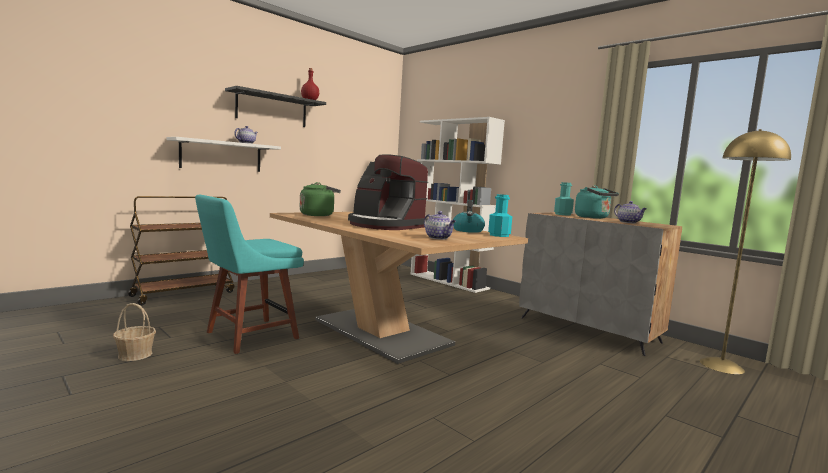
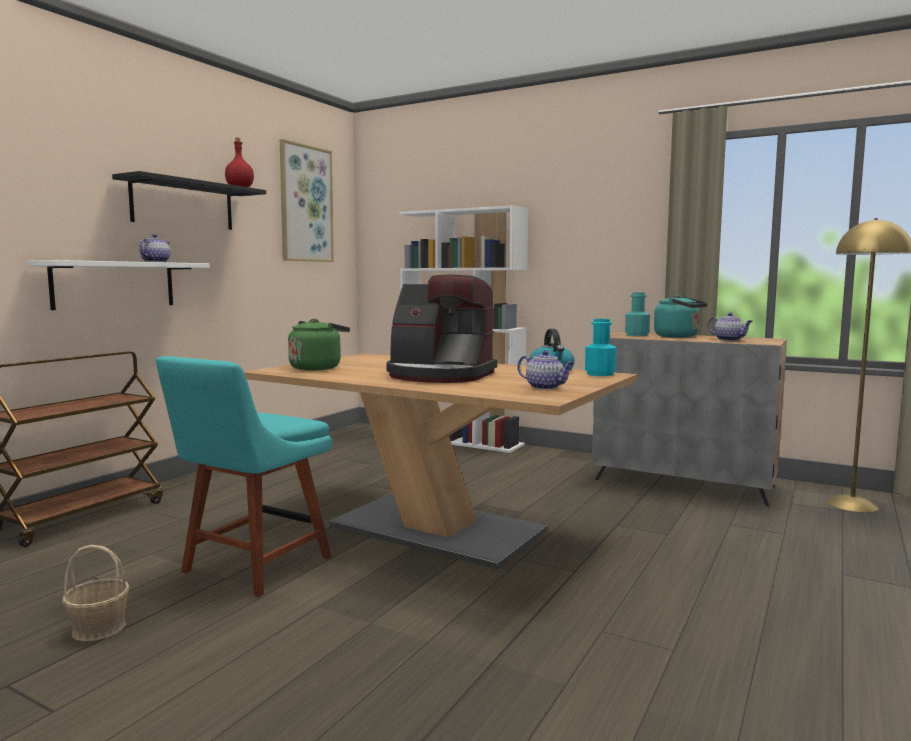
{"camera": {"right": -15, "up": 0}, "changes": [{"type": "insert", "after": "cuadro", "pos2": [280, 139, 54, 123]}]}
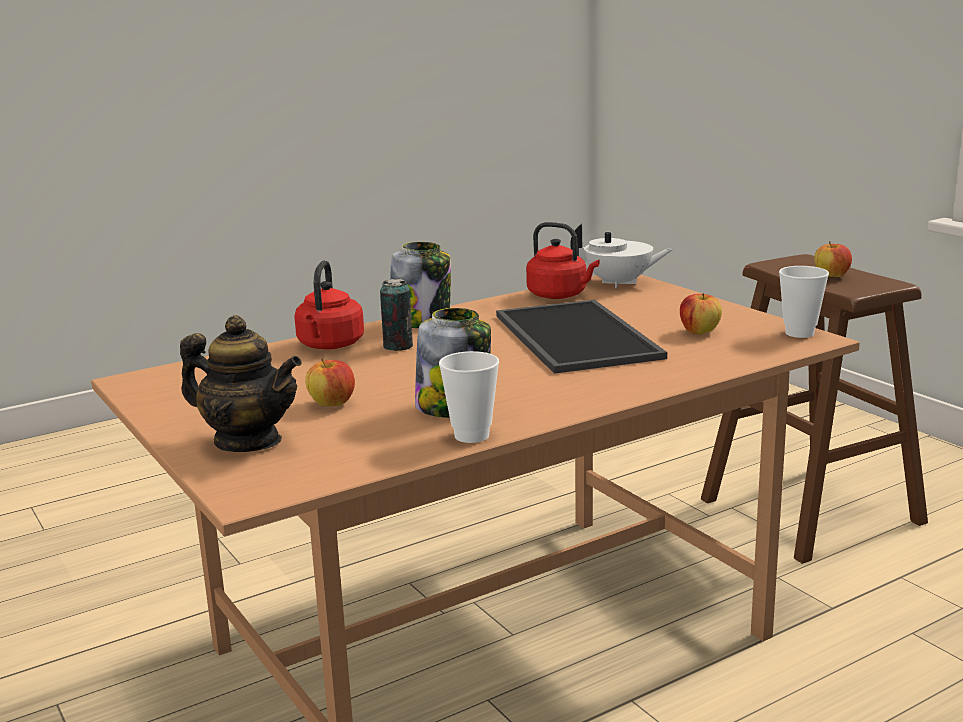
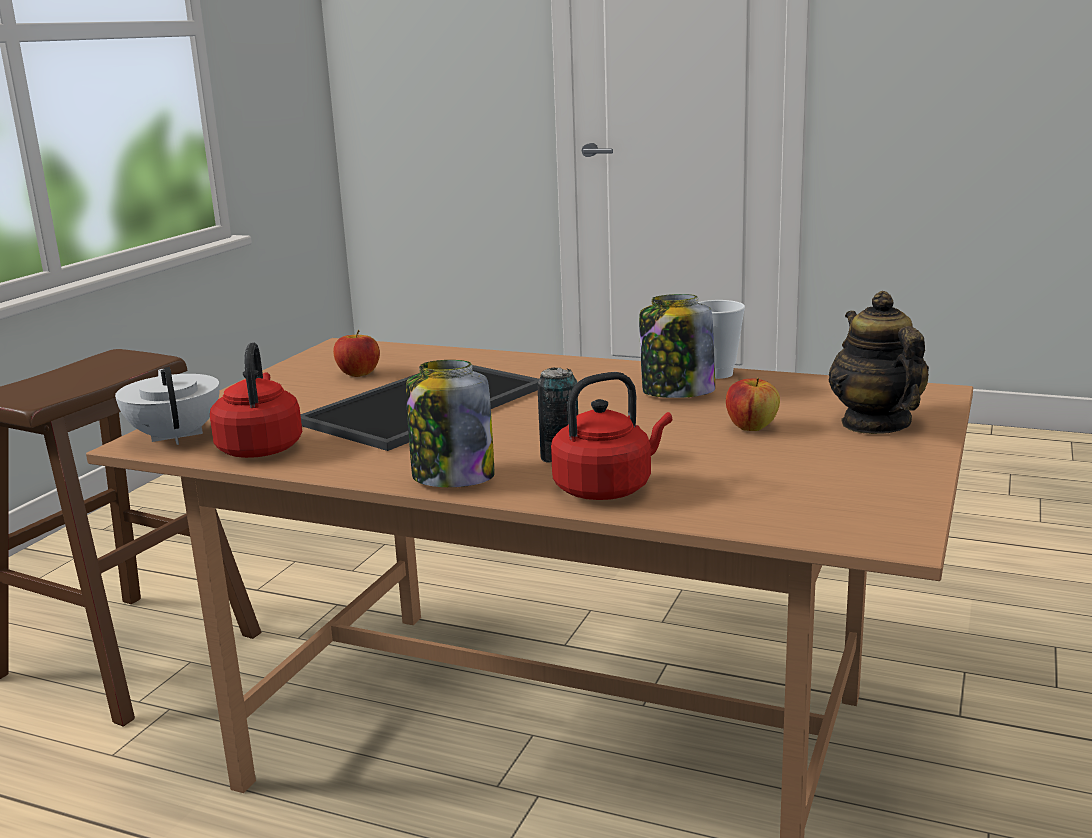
{"camera": {"right": -125, "up": 0}, "changes": [{"type": "delete", "before": "taza", "pos1": [779, 266, 50, 72]}, {"type": "delete", "before": "manzana", "pos1": [814, 241, 38, 36]}]}
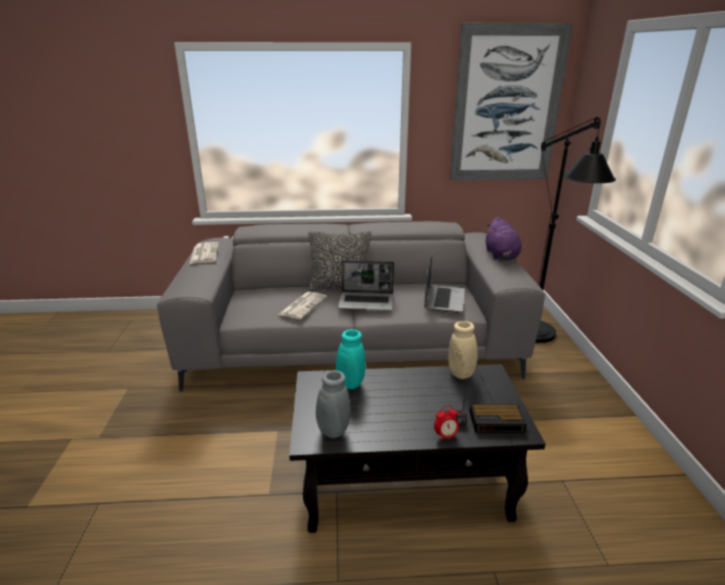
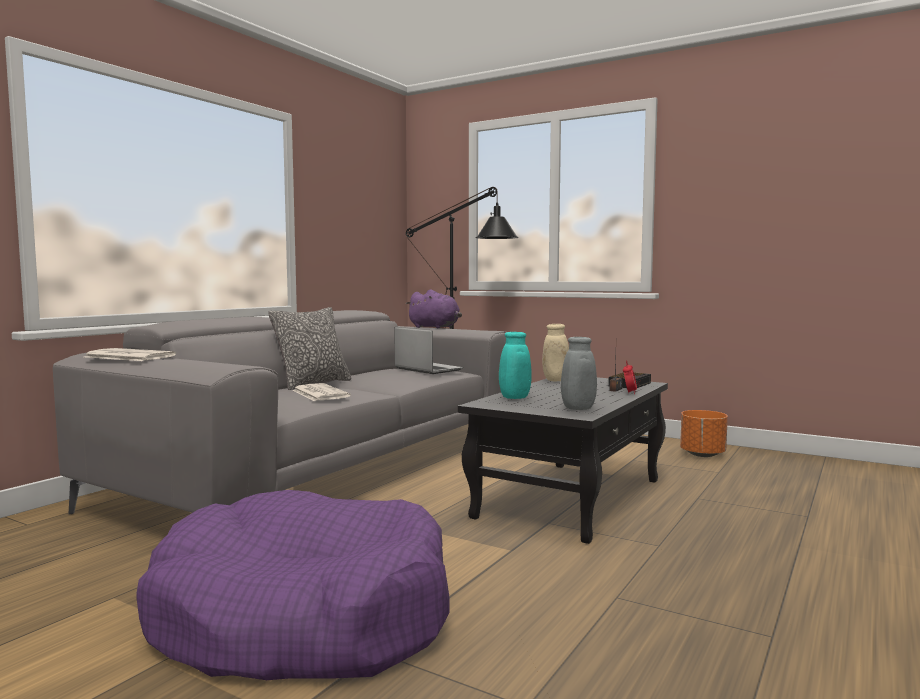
{"camera": {"right": -55, "up": -20}, "changes": [{"type": "delete", "before": "portátil", "pos1": [338, 260, 56, 50]}, {"type": "delete", "before": "cuadro", "pos1": [450, 23, 123, 157]}, {"type": "insert", "after": "cama para perro/morado", "pos2": [136, 490, 313, 190]}, {"type": "insert", "after": "maceta/naranja", "pos2": [680, 410, 48, 47]}]}
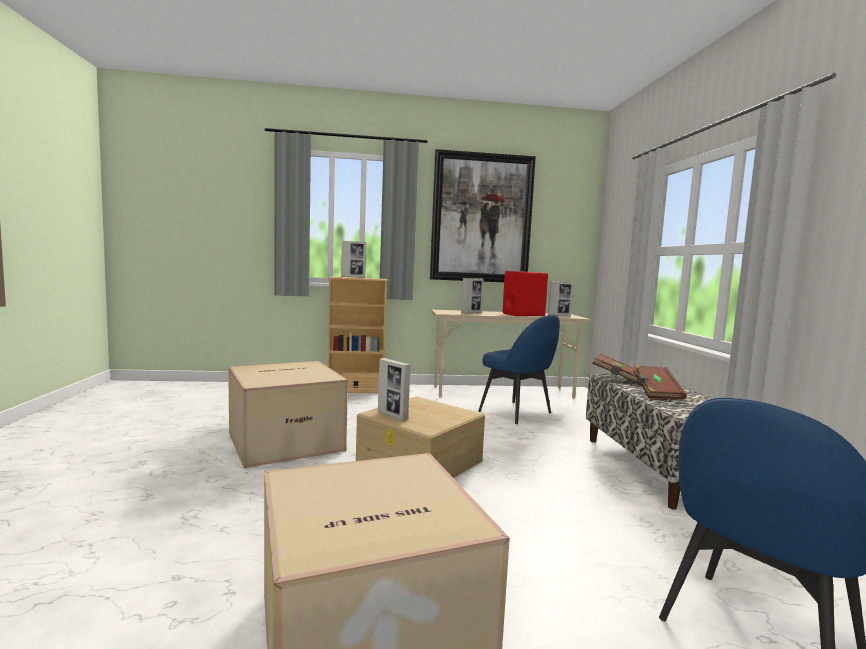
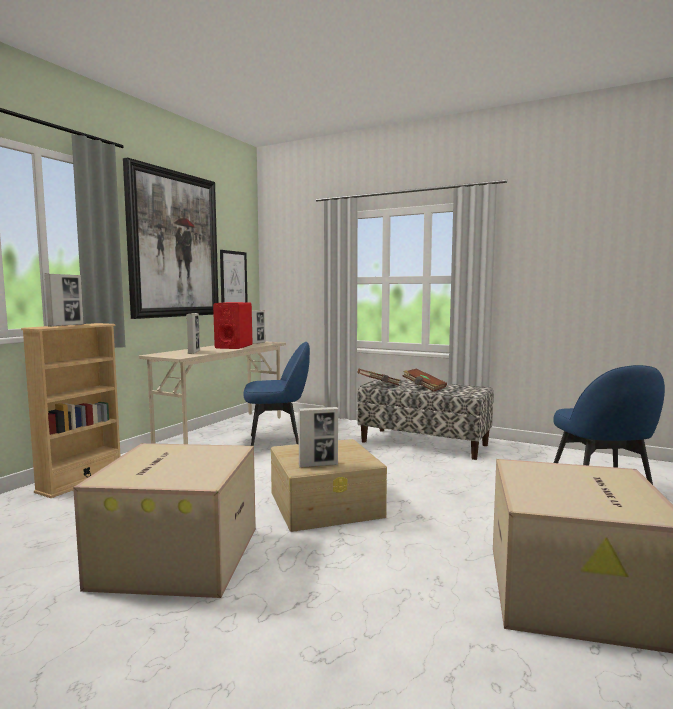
{"camera": {"right": -55, "up": 0}, "changes": [{"type": "insert", "after": "cuadro", "pos2": [220, 250, 28, 53]}]}
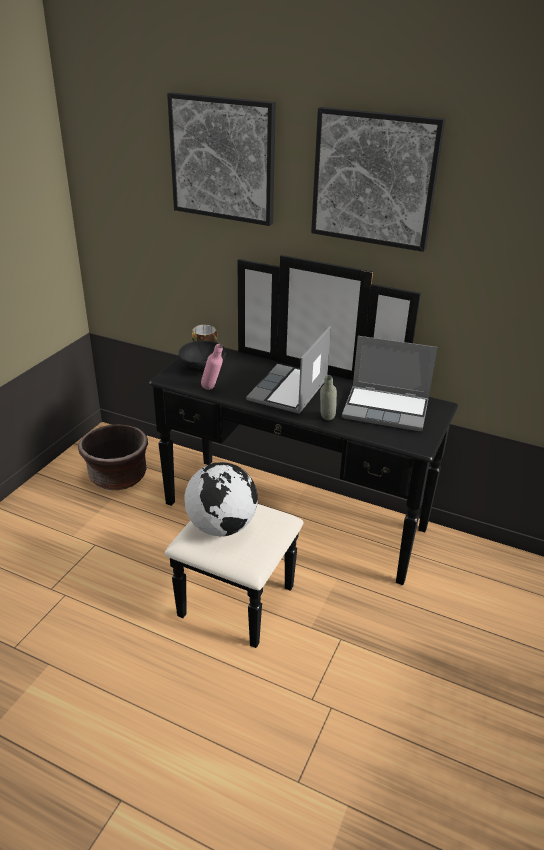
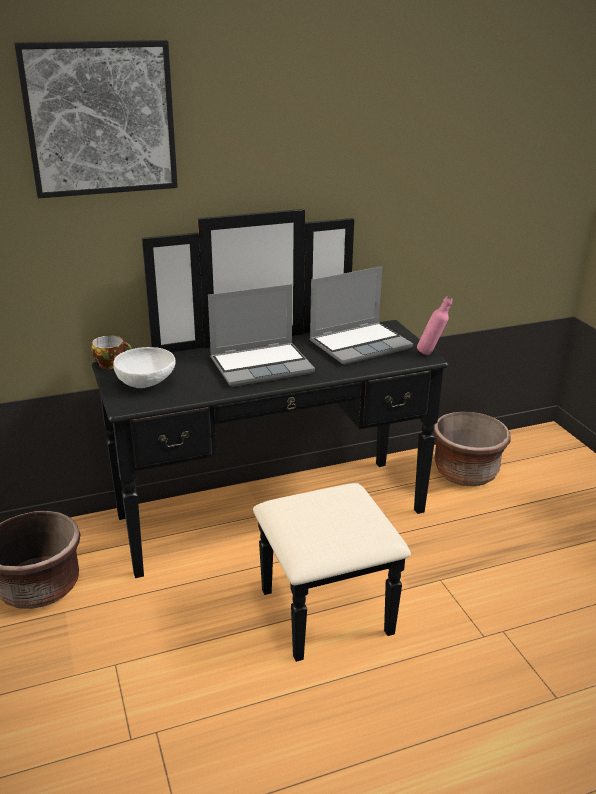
{"camera": {"right": -45, "up": -5}, "changes": [{"type": "delete", "before": "globo terráqueo", "pos1": [184, 462, 74, 74]}, {"type": "delete", "before": "cuadro", "pos1": [311, 107, 134, 145]}, {"type": "delete", "before": "botella/gris", "pos1": [320, 375, 17, 45]}, {"type": "insert", "after": "maceta/marrón", "pos2": [434, 412, 76, 74]}, {"type": "move", "before": "botella/rosa", "pos1": [201, 344, 22, 46], "pos2": [417, 296, 36, 59]}, {"type": "recolor", "before": "cuenco/negro", "after": "cuenco/blanco", "pos1": [179, 341, 47, 31], "pos2": [113, 347, 63, 41]}, {"type": "rotate", "before": "portátil", "pos1": [246, 326, 85, 88], "pos2": [208, 284, 107, 103], "turn": -90}]}
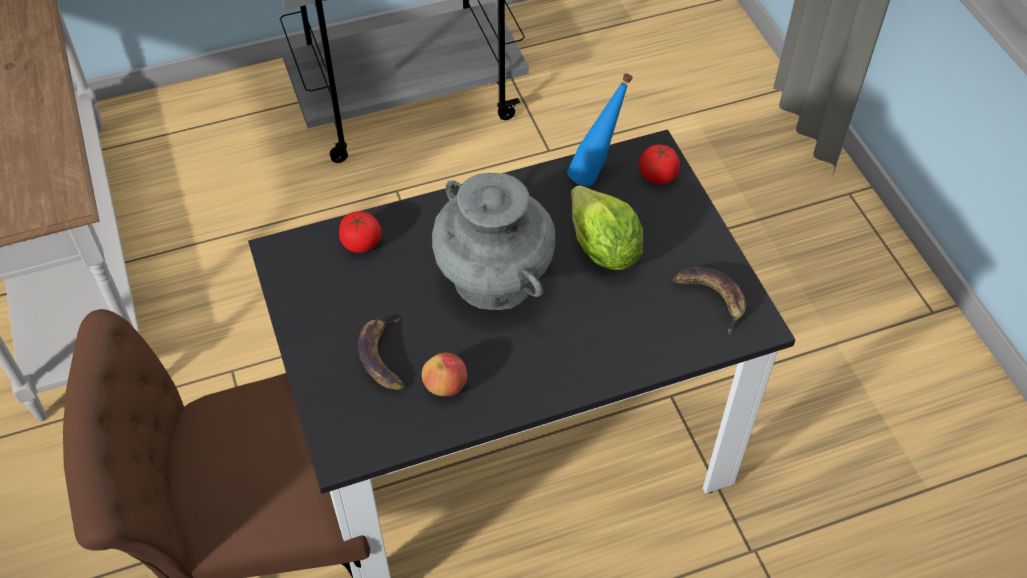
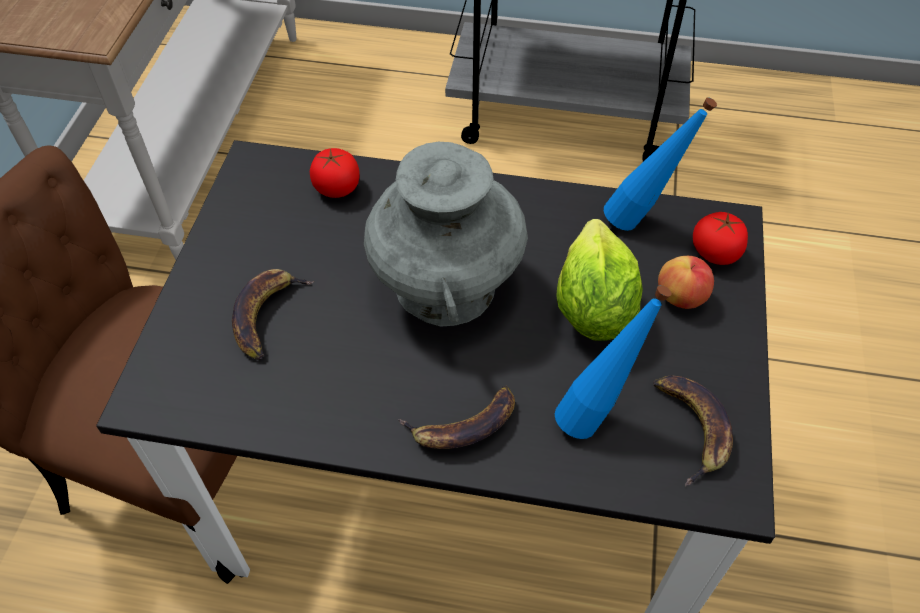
{"camera": {"right": 30, "up": 0}, "changes": [{"type": "insert", "after": "plátano", "pos2": [398, 386, 117, 63]}, {"type": "insert", "after": "botella/azul", "pos2": [555, 285, 117, 154]}, {"type": "move", "before": "manzana", "pos1": [422, 353, 45, 43], "pos2": [658, 256, 56, 53]}]}
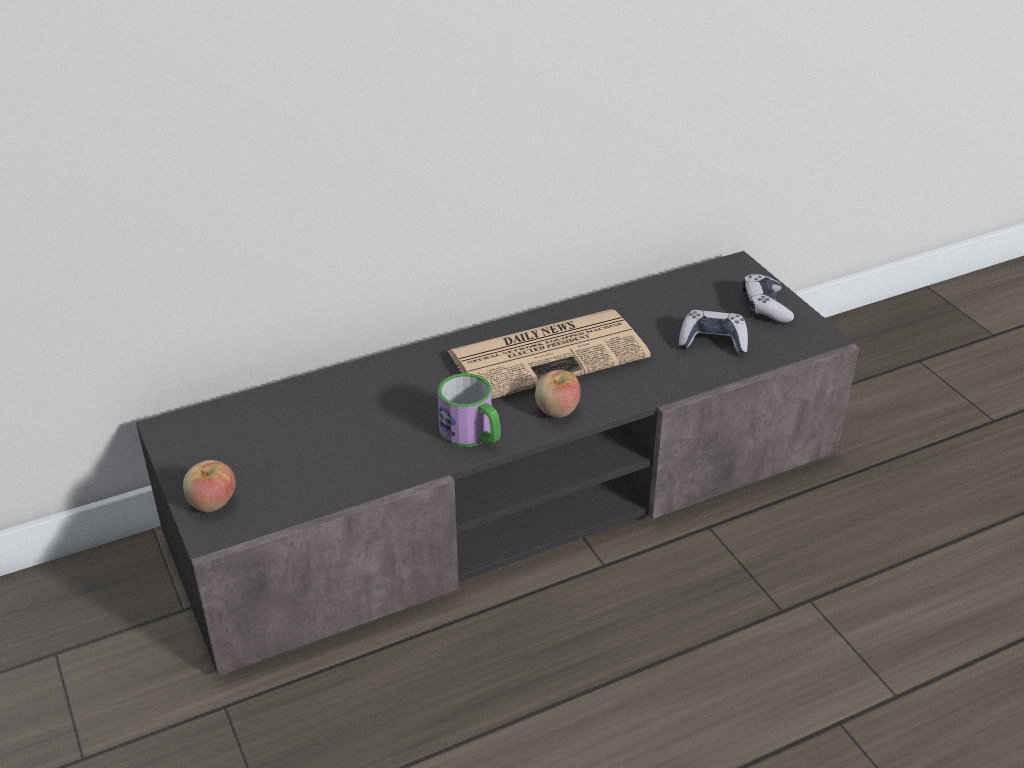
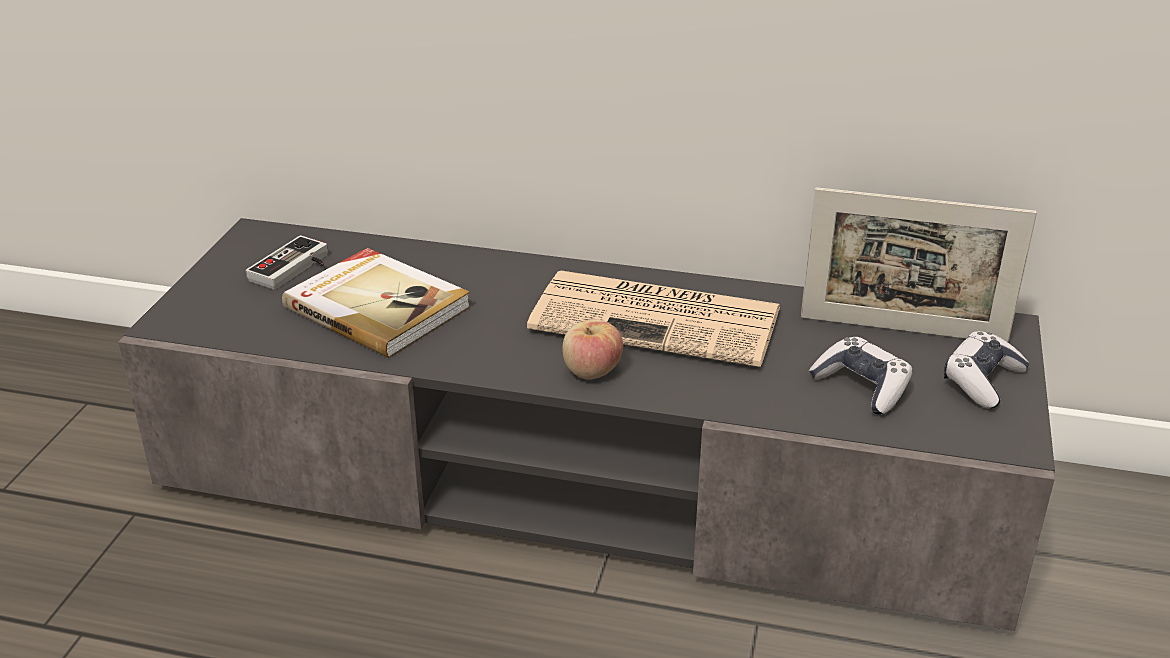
{"camera": {"right": 40, "up": -5}, "changes": [{"type": "delete", "before": "manzana", "pos1": [183, 460, 53, 52]}, {"type": "delete", "before": "taza grande", "pos1": [438, 373, 63, 74]}, {"type": "insert", "after": "mando de consola", "pos2": [246, 235, 82, 55]}, {"type": "insert", "after": "libro", "pos2": [282, 248, 189, 110]}, {"type": "insert", "after": "portarretratos", "pos2": [801, 187, 236, 155]}]}
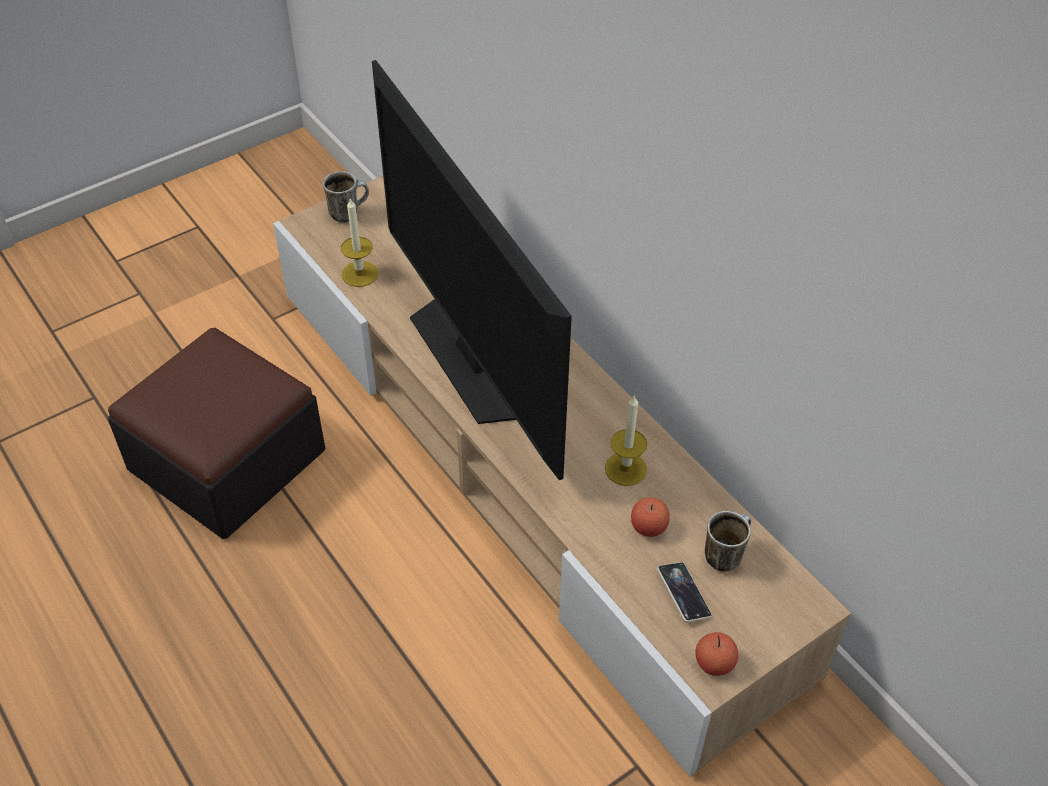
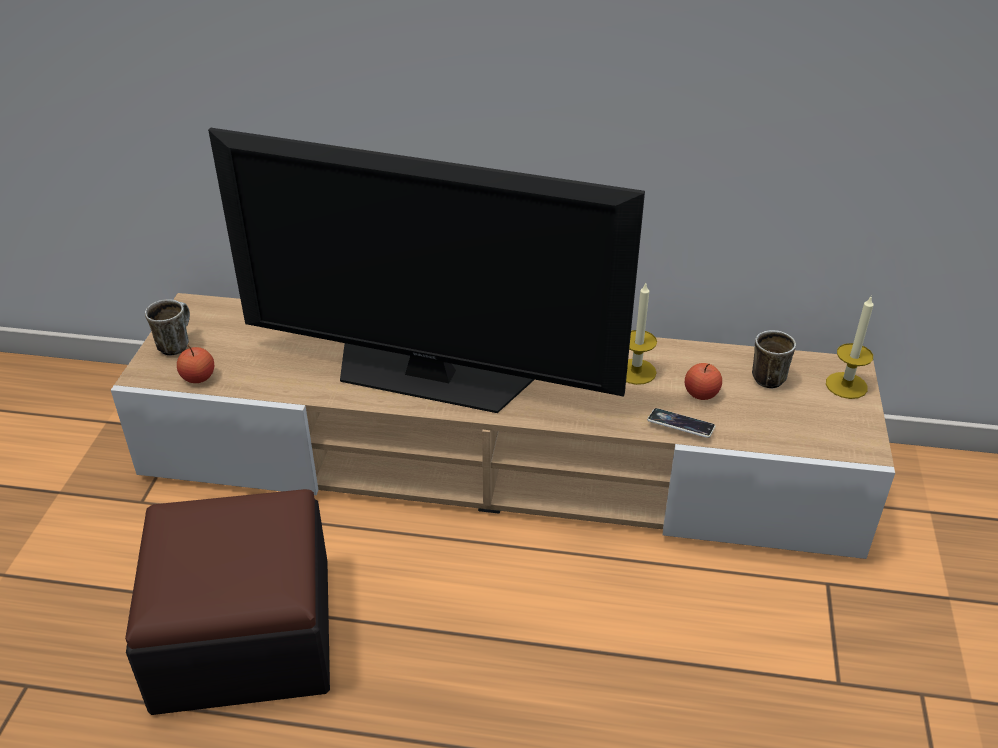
{"camera": {"right": -45, "up": -10}, "changes": [{"type": "move", "before": "vela", "pos1": [341, 198, 37, 89], "pos2": [826, 297, 48, 102]}, {"type": "move", "before": "móvil", "pos1": [657, 562, 55, 60], "pos2": [647, 408, 68, 30]}, {"type": "move", "before": "manzana", "pos1": [696, 632, 42, 44], "pos2": [177, 345, 37, 38]}]}
